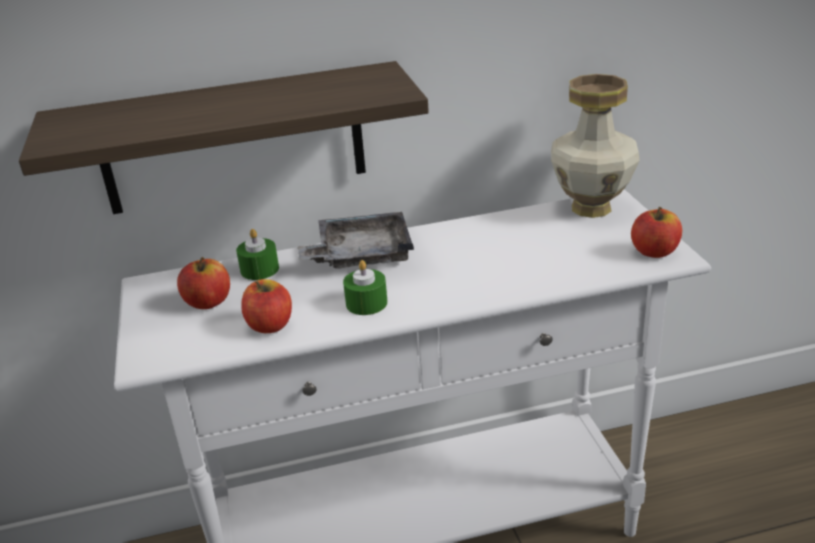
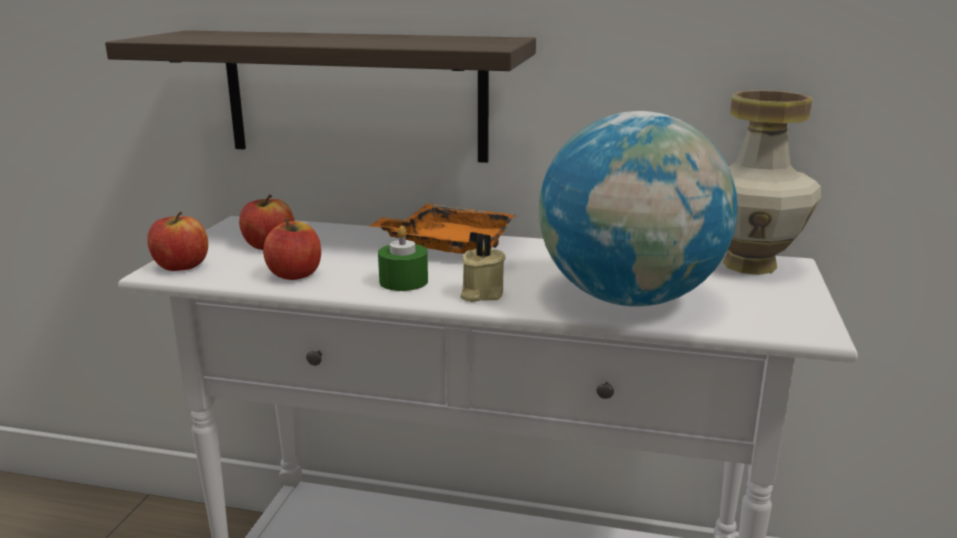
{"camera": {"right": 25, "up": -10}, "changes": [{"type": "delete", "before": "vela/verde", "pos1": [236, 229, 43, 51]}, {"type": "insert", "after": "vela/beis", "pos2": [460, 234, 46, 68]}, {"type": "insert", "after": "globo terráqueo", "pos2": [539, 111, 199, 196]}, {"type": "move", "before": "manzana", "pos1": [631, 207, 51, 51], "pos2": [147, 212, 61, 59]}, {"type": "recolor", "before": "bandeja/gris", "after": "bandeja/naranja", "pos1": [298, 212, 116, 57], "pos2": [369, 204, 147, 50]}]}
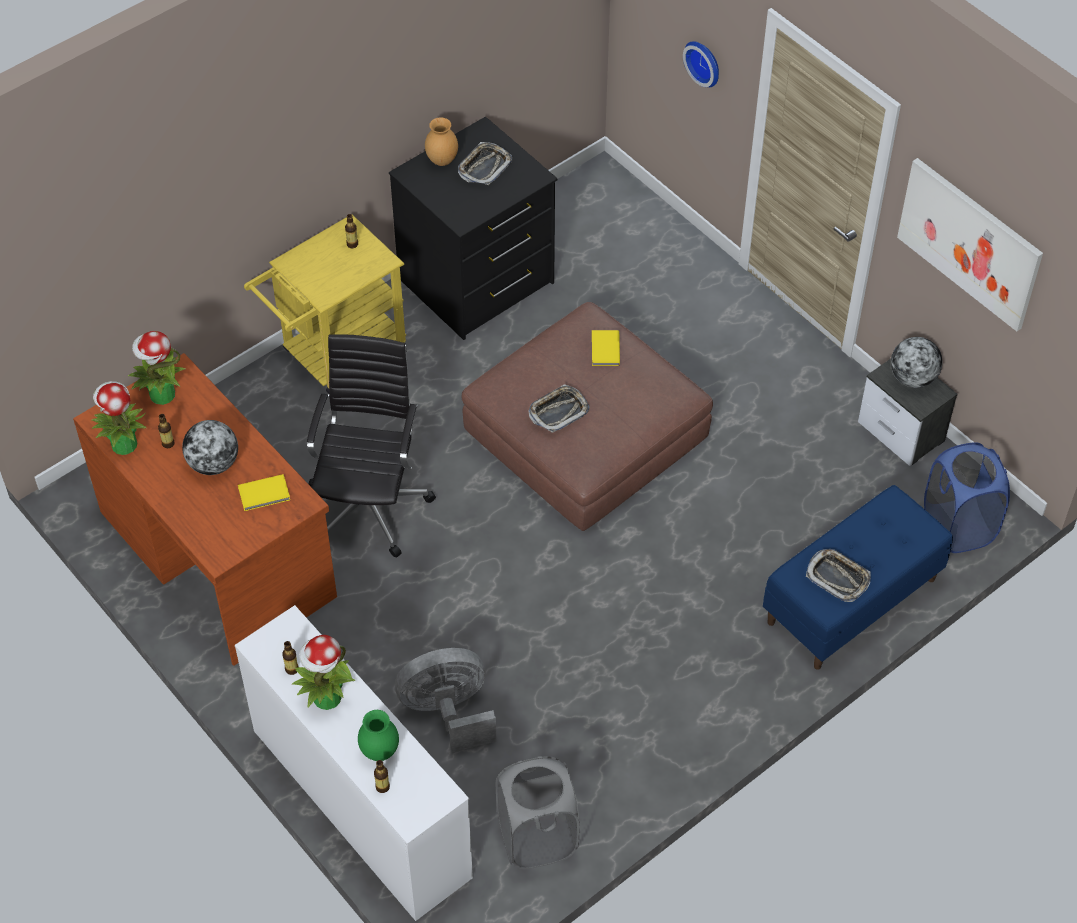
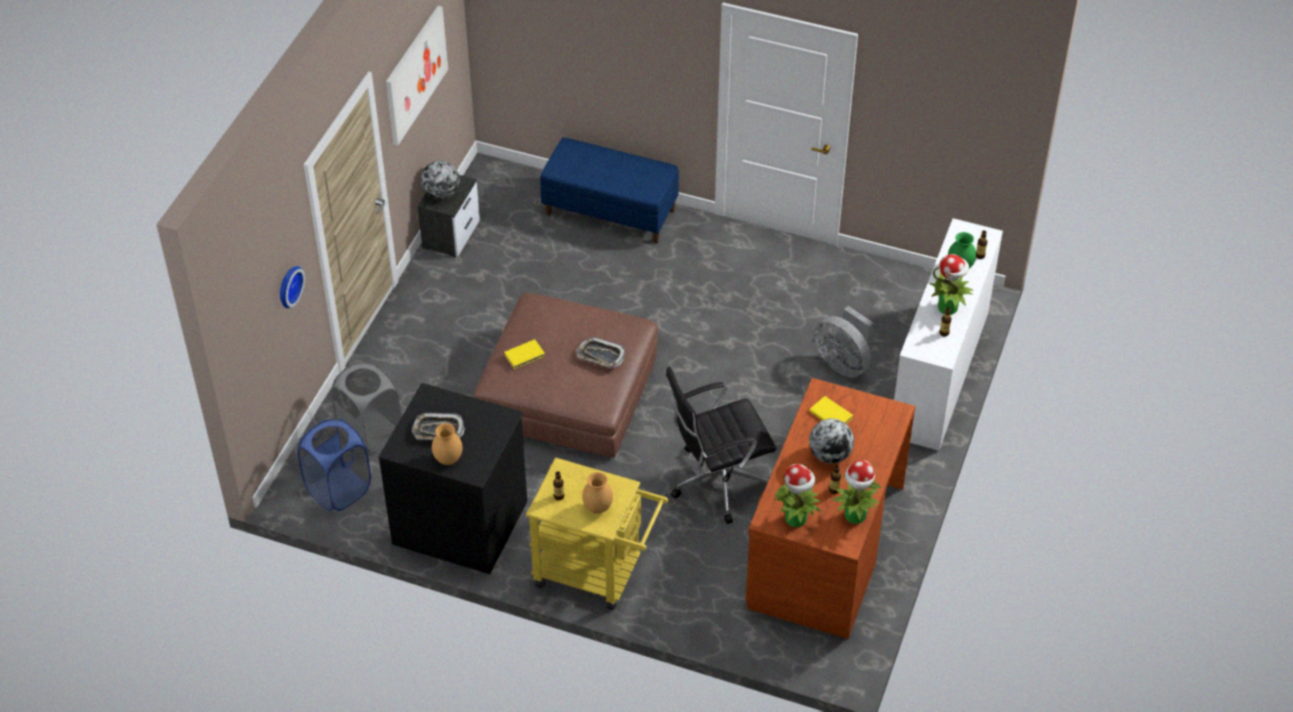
{"camera": {"right": -120, "up": -5}, "changes": [{"type": "delete", "before": "bandeja", "pos1": [806, 549, 64, 53]}, {"type": "insert", "after": "florero/marrón", "pos2": [582, 472, 31, 42]}, {"type": "move", "before": "cesto de la ropa/gris", "pos1": [496, 756, 84, 113], "pos2": [331, 362, 71, 91]}, {"type": "move", "before": "cesto de la ropa/azul", "pos1": [924, 442, 86, 111], "pos2": [298, 419, 73, 92]}]}
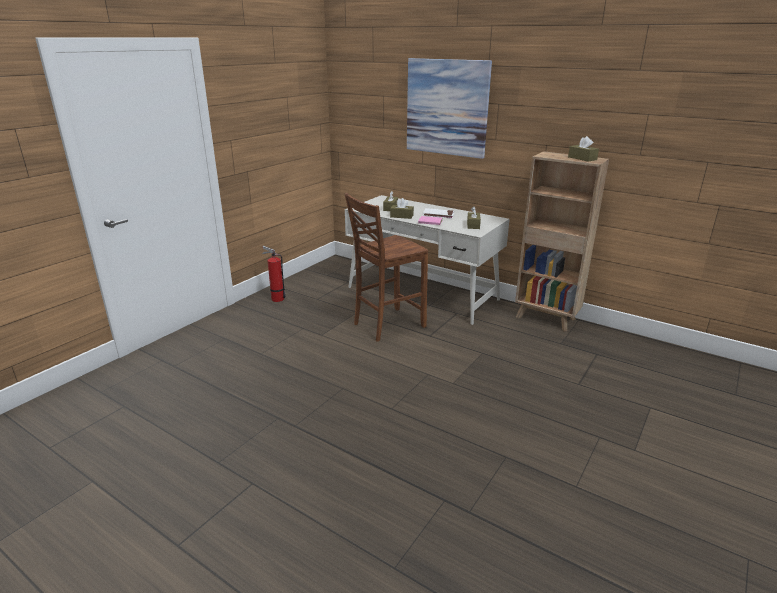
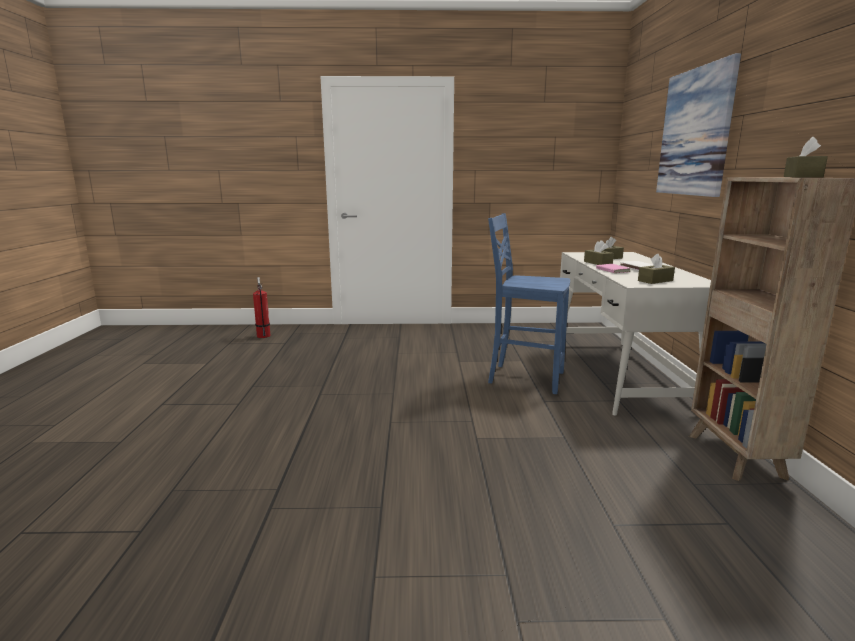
{"camera": {"right": 55, "up": -10}, "changes": [{"type": "move", "before": "extintor", "pos1": [262, 246, 24, 56], "pos2": [253, 277, 18, 61]}, {"type": "recolor", "before": "silla/marrón", "after": "silla/azul", "pos1": [345, 193, 83, 149], "pos2": [488, 213, 82, 181]}]}
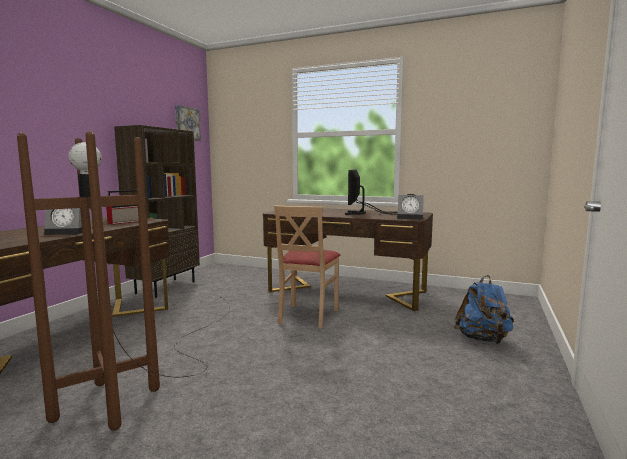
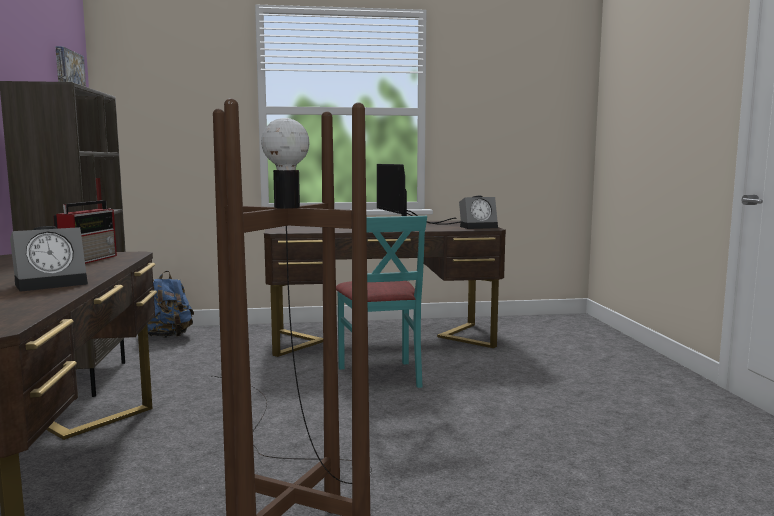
{"camera": {"right": -30, "up": 0}, "changes": [{"type": "move", "before": "mochila/azul", "pos1": [454, 275, 60, 69], "pos2": [147, 271, 47, 67]}, {"type": "recolor", "before": "silla/beis", "after": "silla/turquesa", "pos1": [274, 205, 66, 123], "pos2": [336, 216, 91, 172]}]}
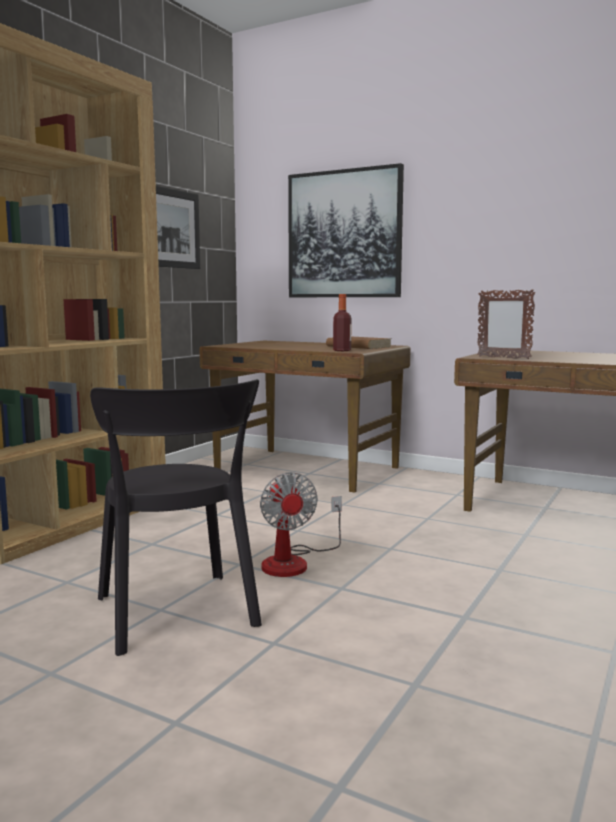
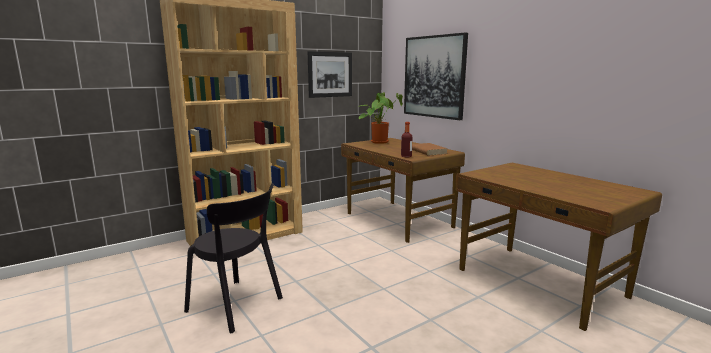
{"camera": {"right": 25, "up": 5}, "changes": [{"type": "delete", "before": "ventilador", "pos1": [260, 472, 82, 105]}, {"type": "delete", "before": "portarretratos", "pos1": [477, 289, 59, 70]}, {"type": "insert", "after": "planta en maceta", "pos2": [358, 92, 45, 52]}, {"type": "rotate", "before": "silla/negro", "pos1": [90, 379, 172, 277], "pos2": [184, 183, 99, 150], "turn": -60}]}
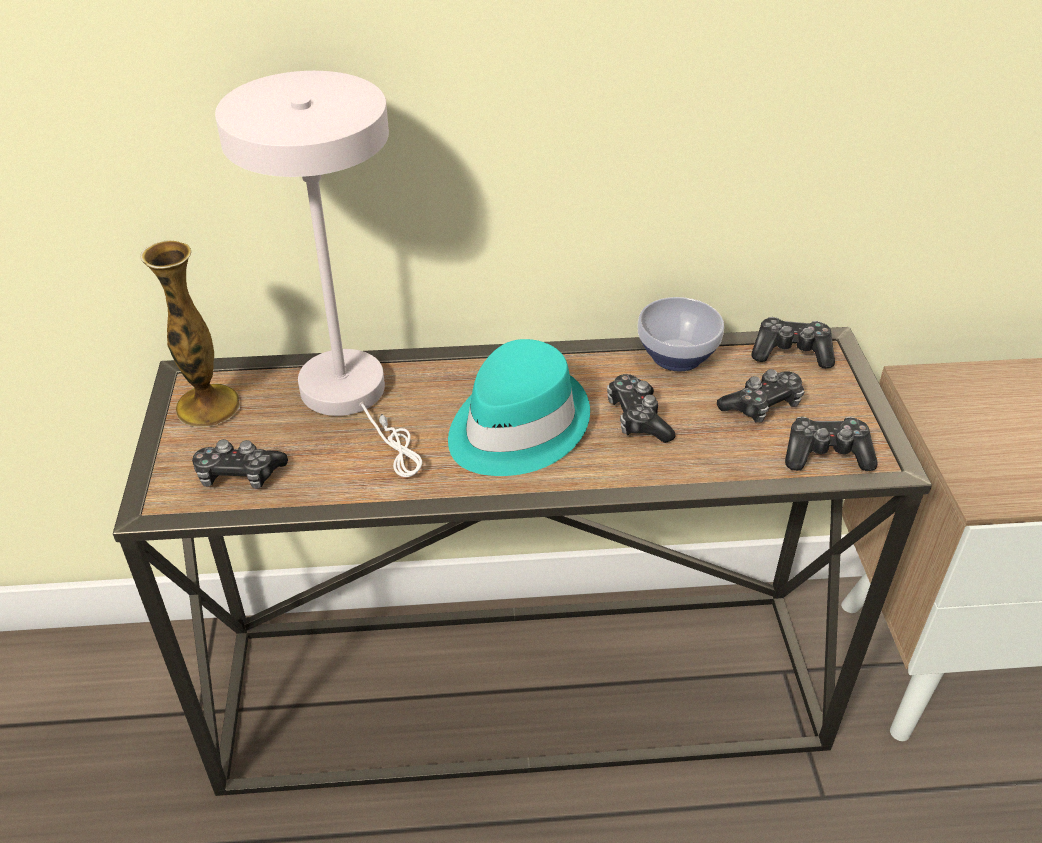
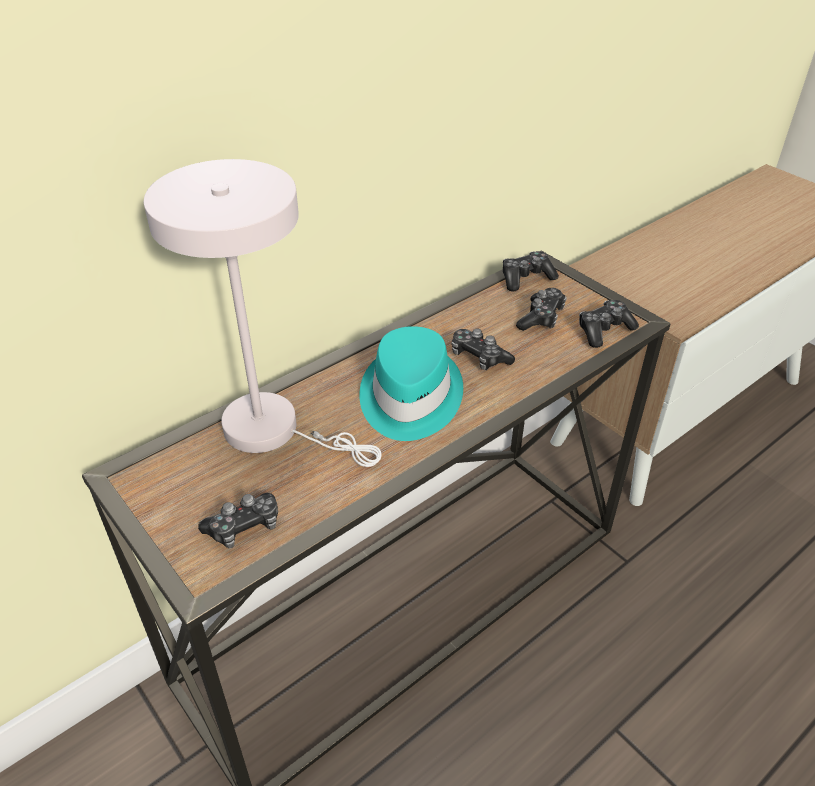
{"camera": {"right": -35, "up": 0}, "changes": [{"type": "delete", "before": "florero", "pos1": [141, 240, 99, 187]}, {"type": "delete", "before": "cuenco", "pos1": [638, 297, 86, 74]}]}
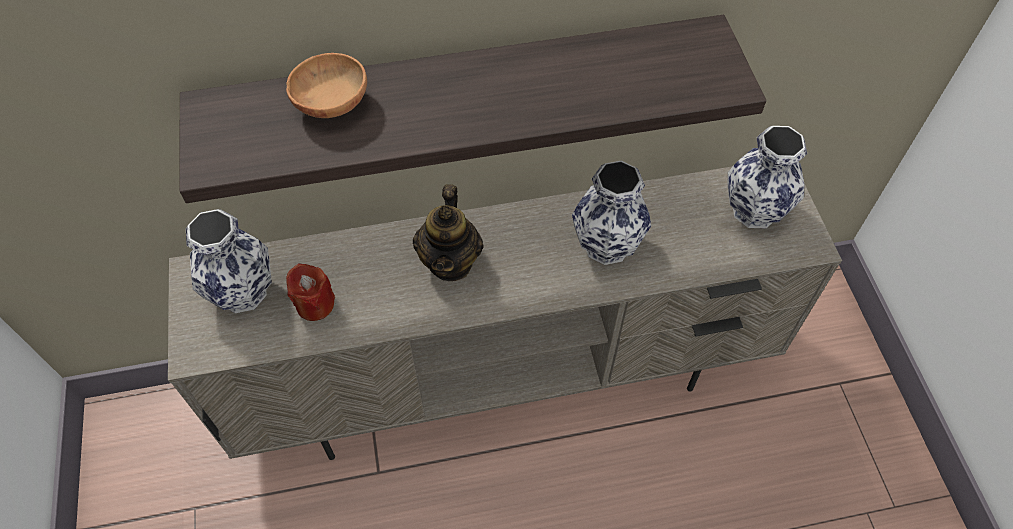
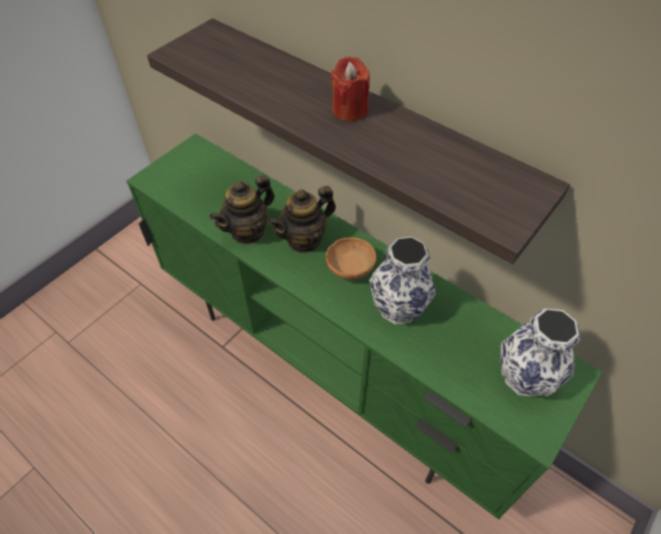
{"camera": {"right": 50, "up": -5}, "changes": [{"type": "delete", "before": "florero", "pos1": [186, 209, 86, 104]}, {"type": "insert", "after": "tetera", "pos2": [210, 175, 65, 70]}, {"type": "move", "before": "cuenco/marrón", "pos1": [286, 53, 81, 65], "pos2": [326, 238, 50, 42]}, {"type": "move", "before": "vela/rojo", "pos1": [286, 264, 49, 57], "pos2": [330, 56, 40, 65]}, {"type": "recolor", "before": "mueble de televisión/beis", "after": "mueble de televisión/verde", "pos1": [168, 166, 674, 294], "pos2": [126, 133, 476, 387]}]}
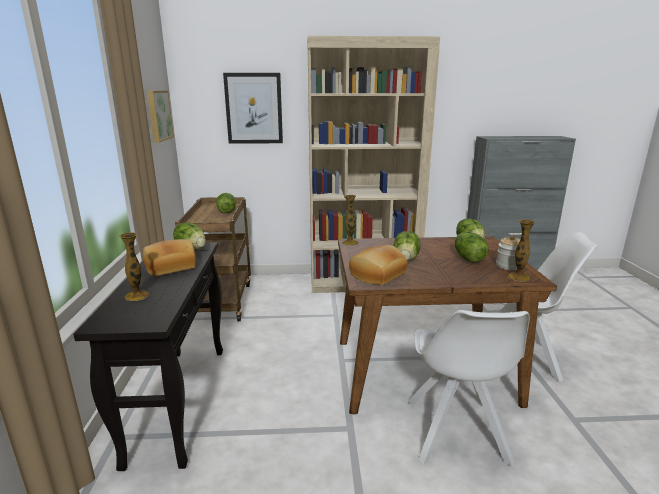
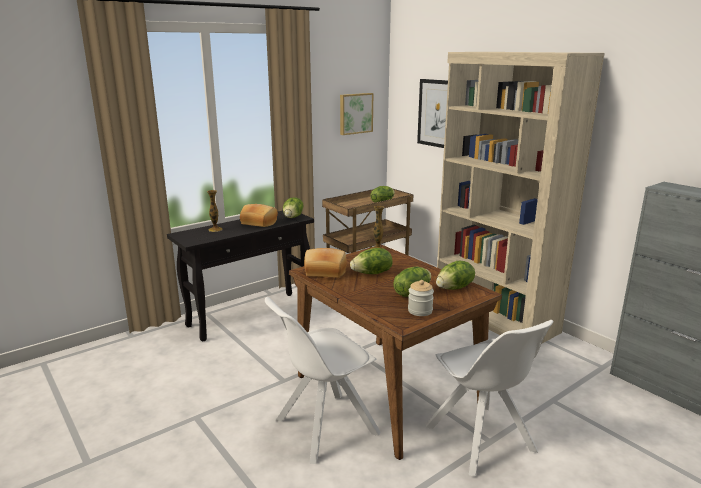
{"camera": {"right": 55, "up": 0}, "changes": [{"type": "delete", "before": "florero", "pos1": [508, 220, 27, 62]}]}
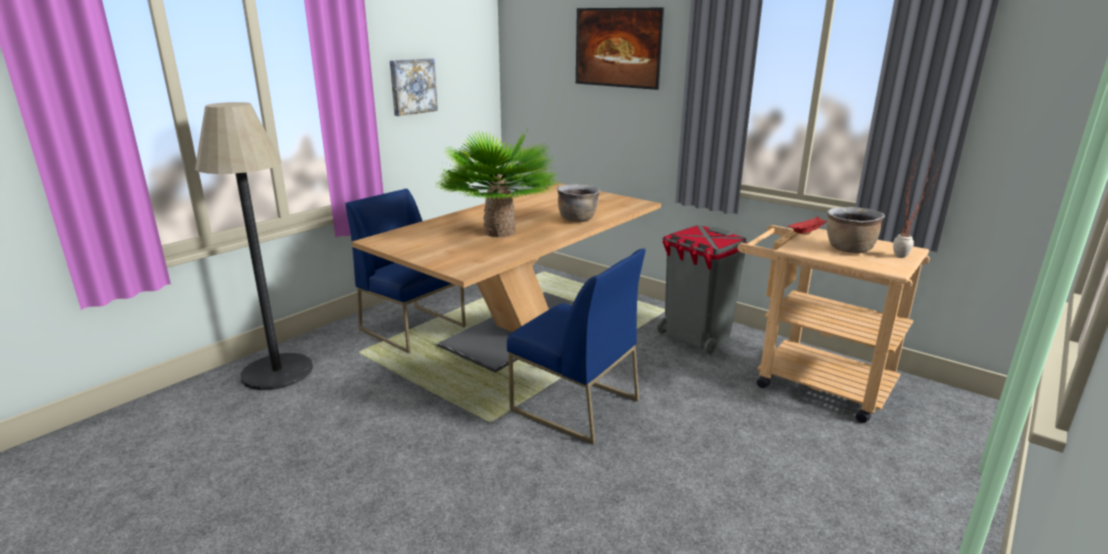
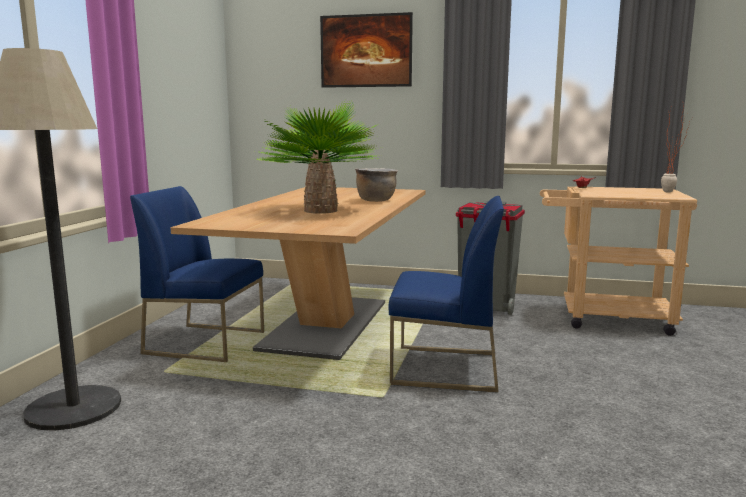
{"camera": {"right": -25, "up": -10}, "changes": [{"type": "delete", "before": "cuadro", "pos1": [390, 58, 48, 58]}, {"type": "delete", "before": "olla/marrón", "pos1": [827, 207, 58, 46]}]}
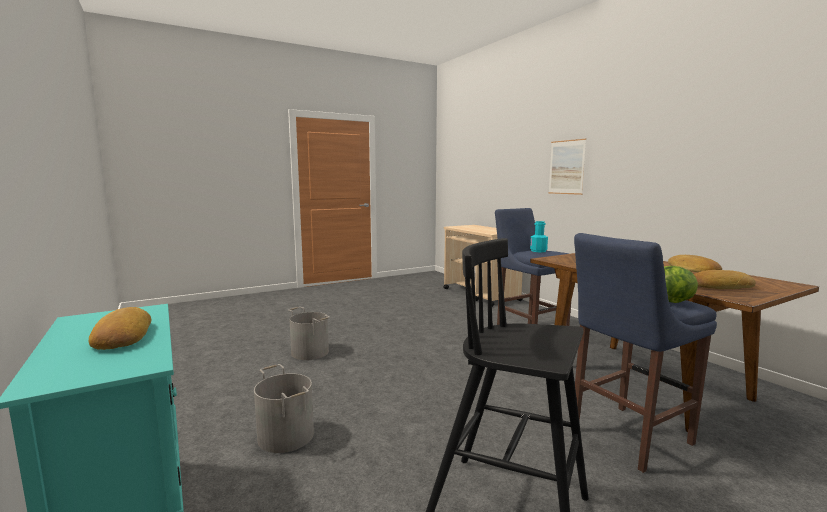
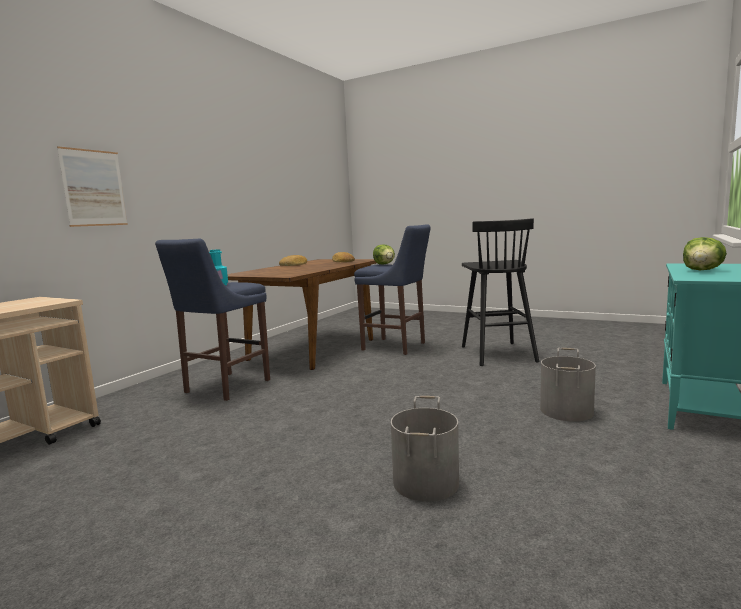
{"camera": {"right": -120, "up": 0}, "changes": [{"type": "replace", "before": "pan", "after": "lechuga", "pos1": [89, 307, 62, 43], "pos2": [683, 237, 44, 33]}]}
